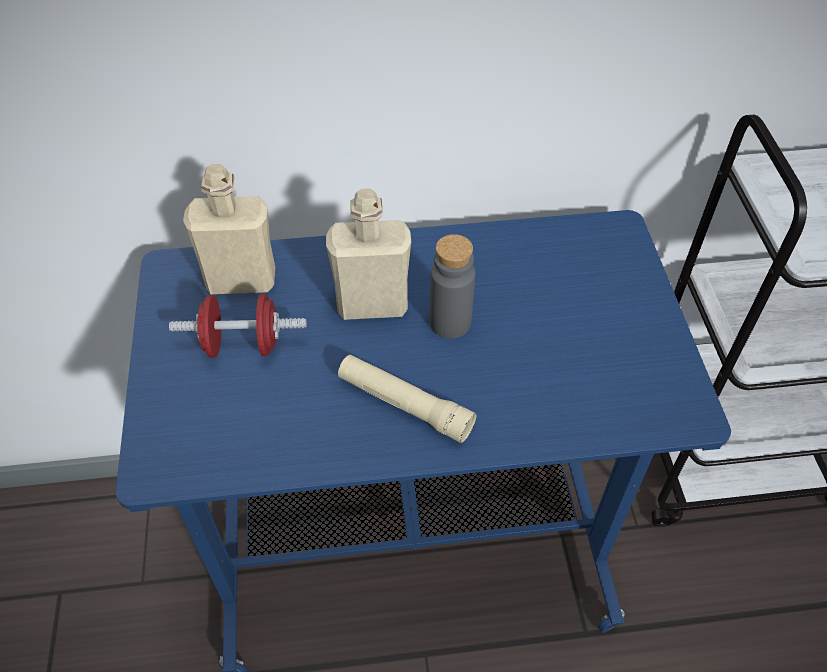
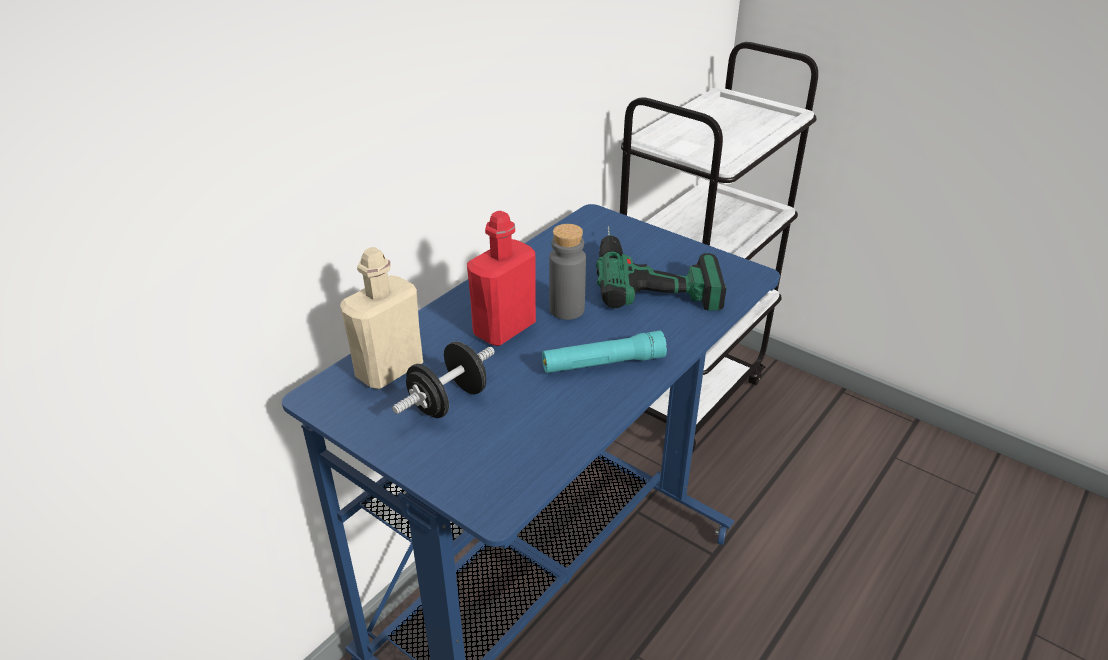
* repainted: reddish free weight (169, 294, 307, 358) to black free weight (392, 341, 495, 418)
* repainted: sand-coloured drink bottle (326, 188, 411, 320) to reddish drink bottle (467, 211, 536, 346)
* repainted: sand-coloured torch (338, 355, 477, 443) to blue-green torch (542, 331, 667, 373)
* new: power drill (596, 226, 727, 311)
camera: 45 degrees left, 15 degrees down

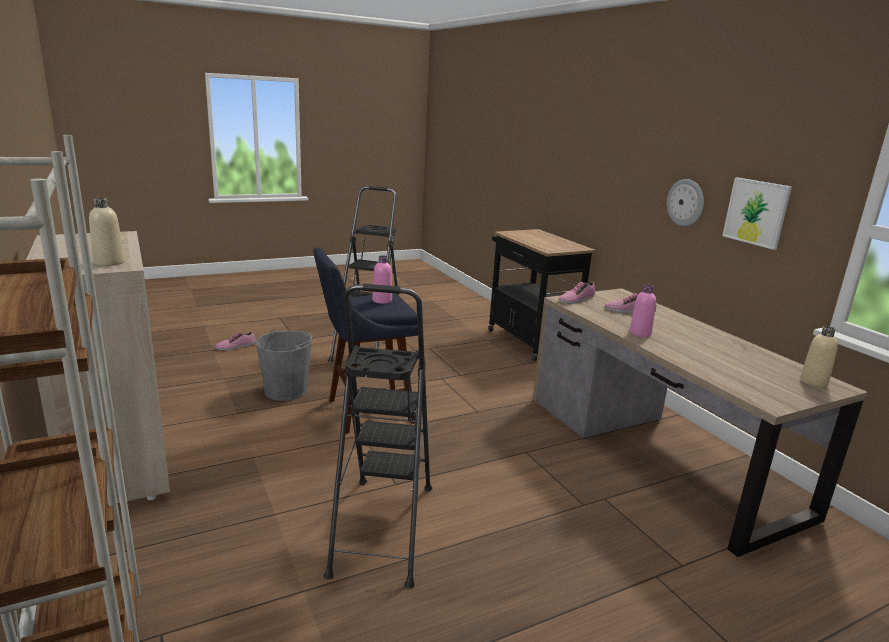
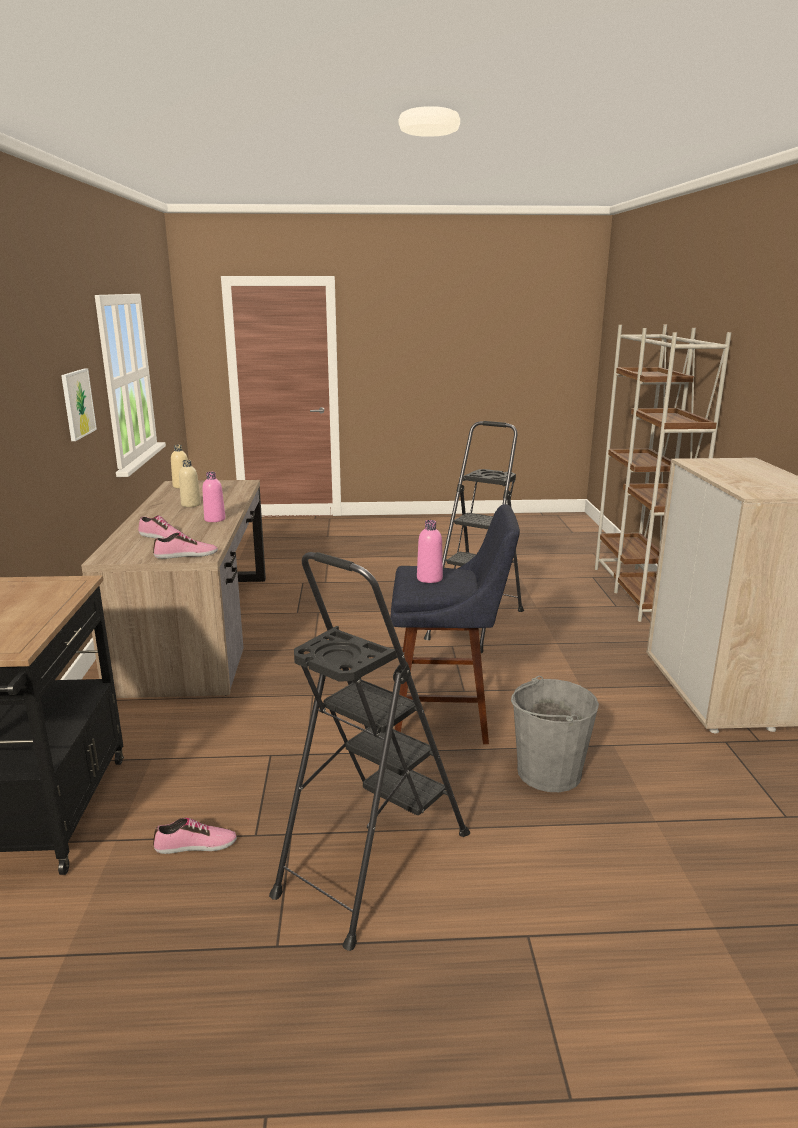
* shifted: sand-coloured drink bottle (89, 197, 125, 266) to (179, 460, 201, 507)
* shifted: low shoe (215, 332, 256, 350) to (153, 818, 237, 854)
* gone: wall clock (667, 179, 704, 226)
camera: 155 degrees left, 0 degrees up

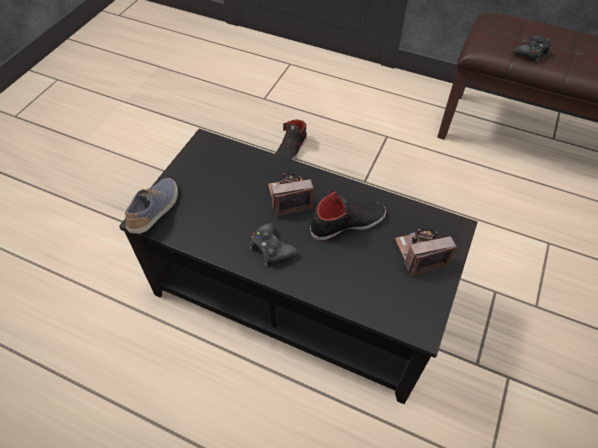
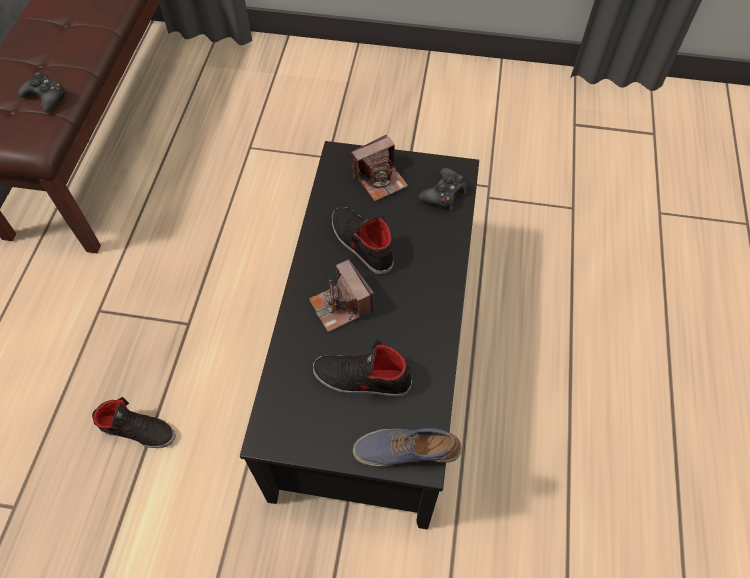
* shifted: black joypad (249, 223, 297, 266) to (418, 168, 467, 210)
* rotated: photo camera (395, 229, 457, 276) = (351, 135, 408, 201) 90 degrees counterclockwise
* new: black low shoe (313, 340, 412, 397)
camera: 105 degrees left, 5 degrees up

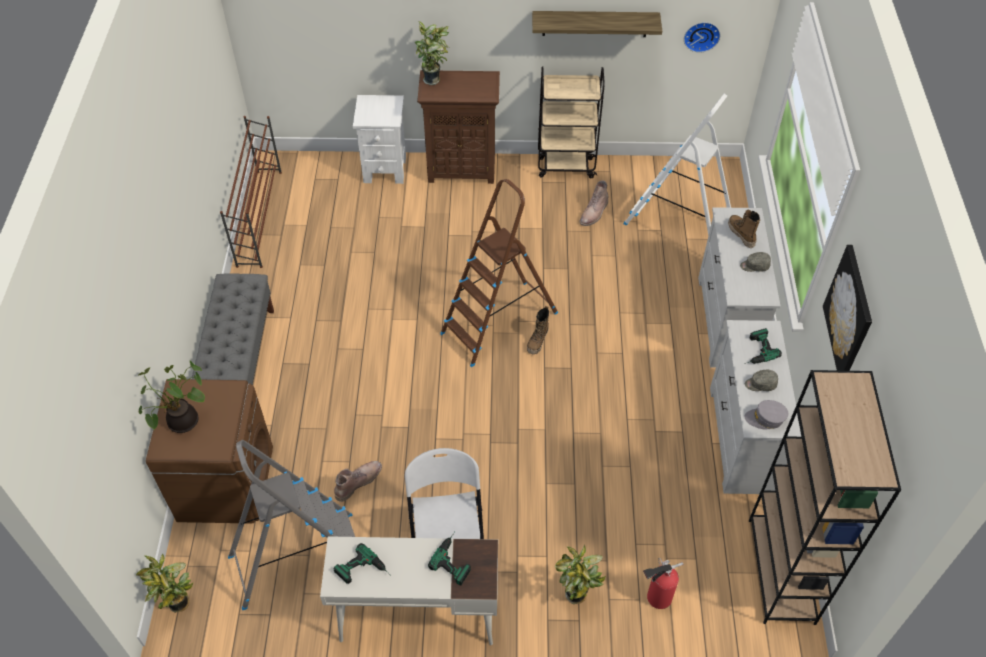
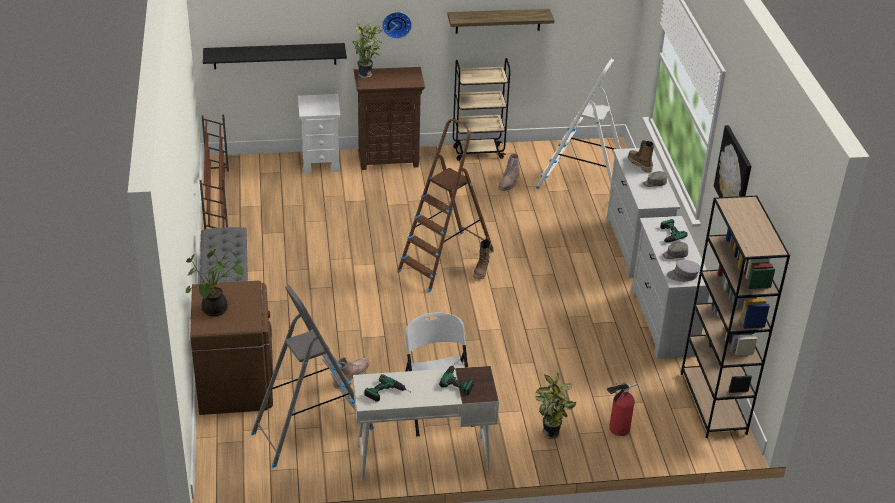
* gone: houseplant (136, 553, 193, 613)
* shifted: wall clock (684, 22, 720, 53) to (382, 12, 412, 39)
* new: black wall shelf (203, 43, 347, 69)
camera: 10 degrees left, 15 degrees down

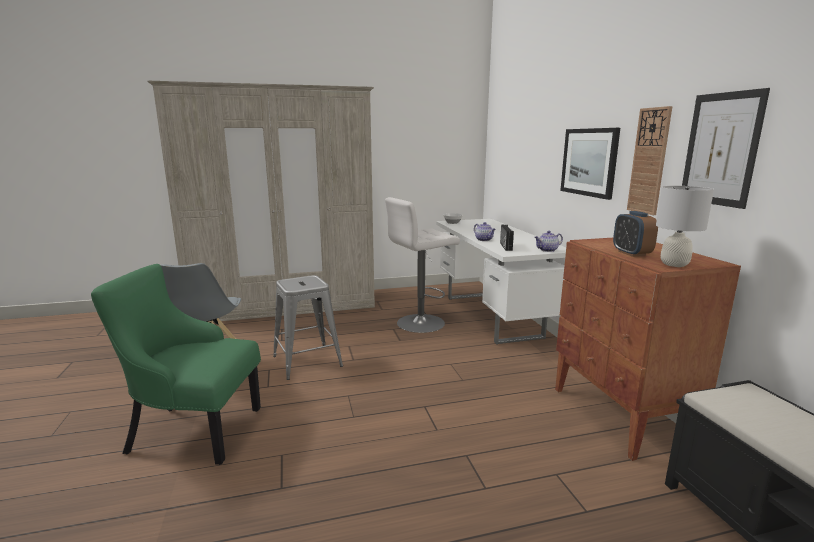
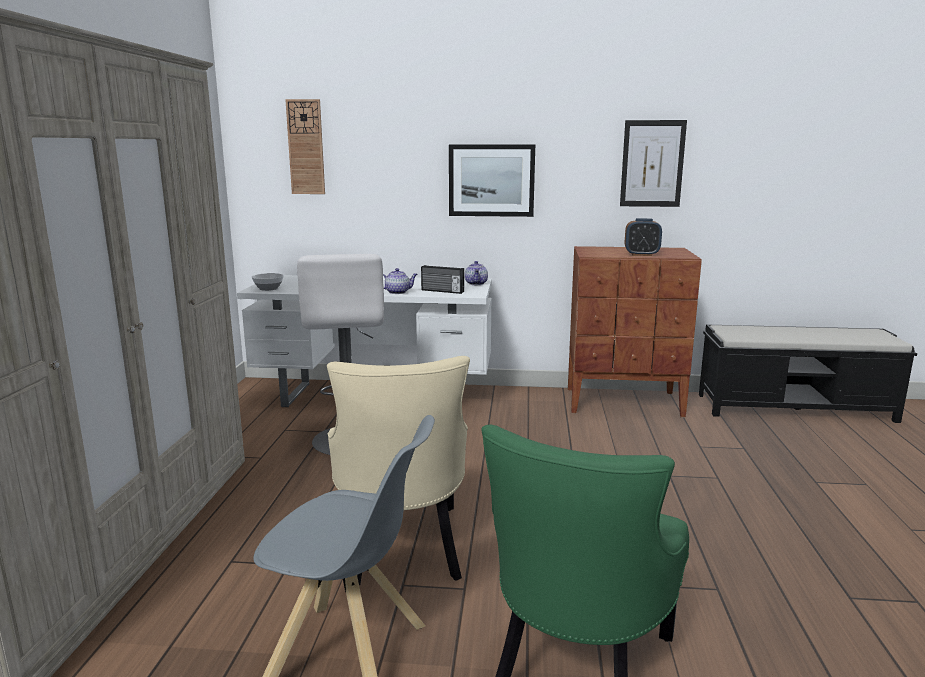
* swapped: gray stool seat (273, 275, 343, 380) to sand-coloured plain chair (327, 356, 470, 586)
* shifted: wall clock (627, 106, 672, 215) to (285, 99, 325, 194)
* gone: gray table lamp (656, 186, 714, 267)
camera: 70 degrees left, 0 degrees up

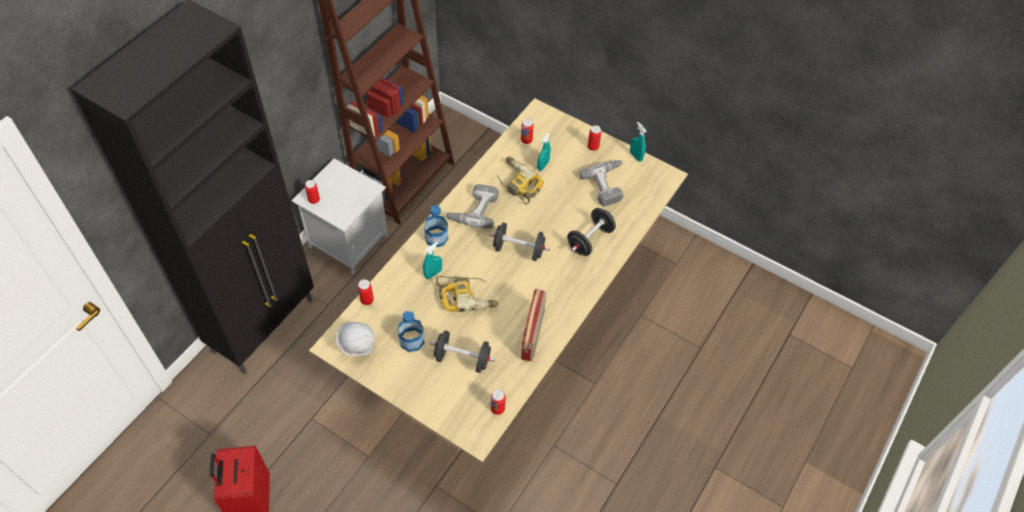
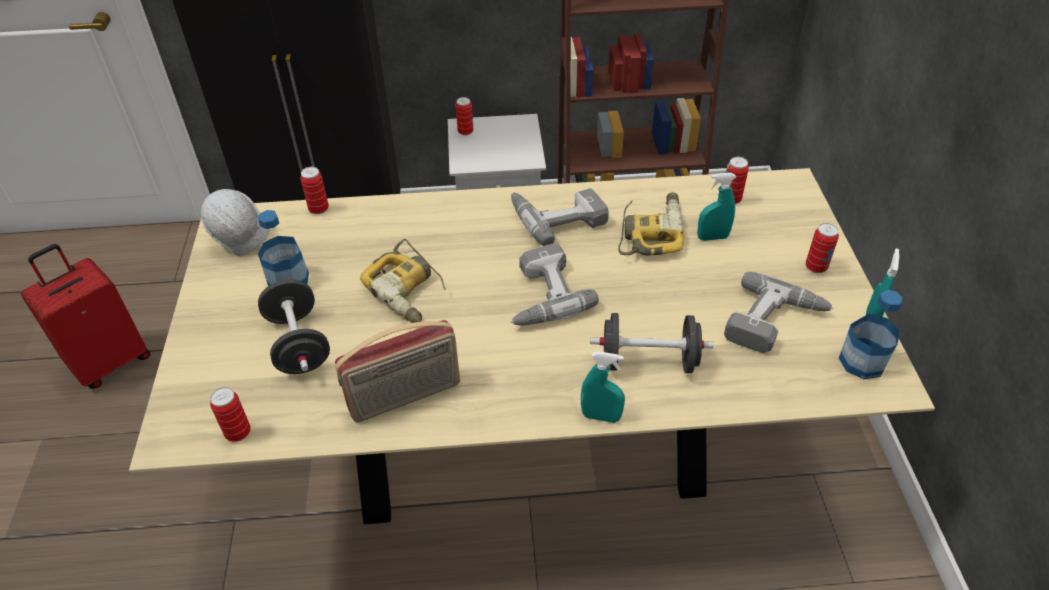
* shifted: blue-green sprayer (423, 242, 442, 279) to (581, 351, 625, 423)
* shifted: drink bottle (425, 205, 448, 247) to (839, 290, 903, 379)
* swapped: black free weight (489, 223, 550, 261) to power drill (511, 243, 599, 325)
camera: 55 degrees right, 10 degrees down

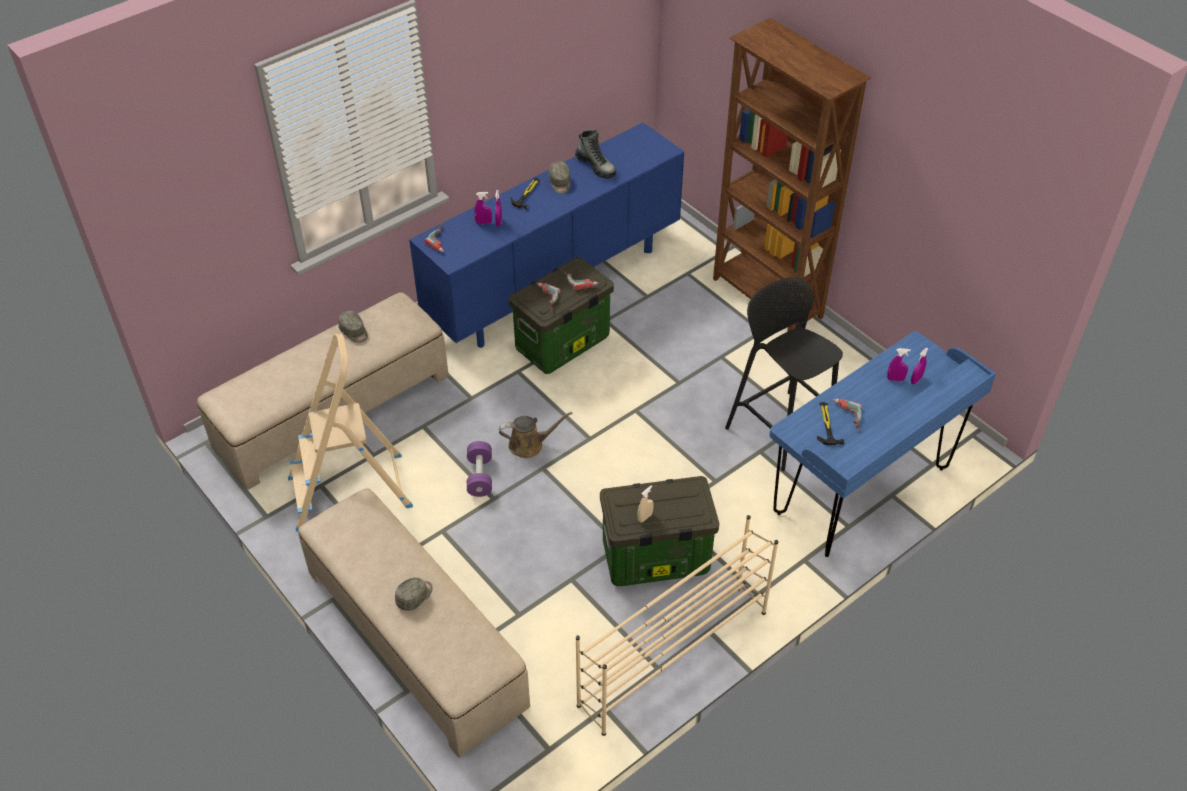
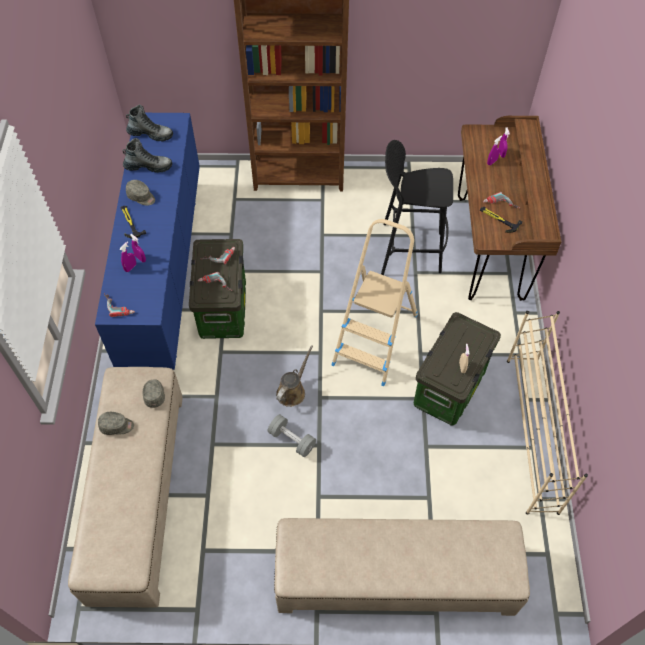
* shifted: sand-coloured step ladder (288, 334, 413, 532) to (332, 219, 418, 386)
* shifted: gray baseball cap (395, 578, 433, 611) to (143, 379, 165, 408)
* repainted: purplish free weight (467, 441, 492, 497) to gray free weight (268, 414, 316, 457)
* repainted: bluish desk (769, 331, 996, 557) to brown-coloured desk (458, 116, 562, 301)
* new: tall boot (126, 105, 173, 141)
camera: 50 degrees left, 10 degrees up

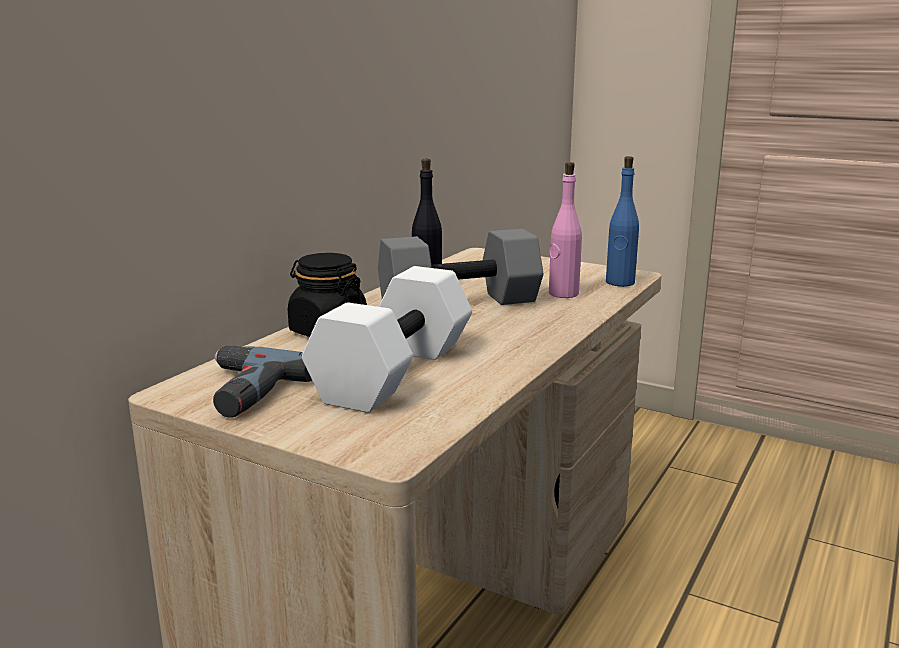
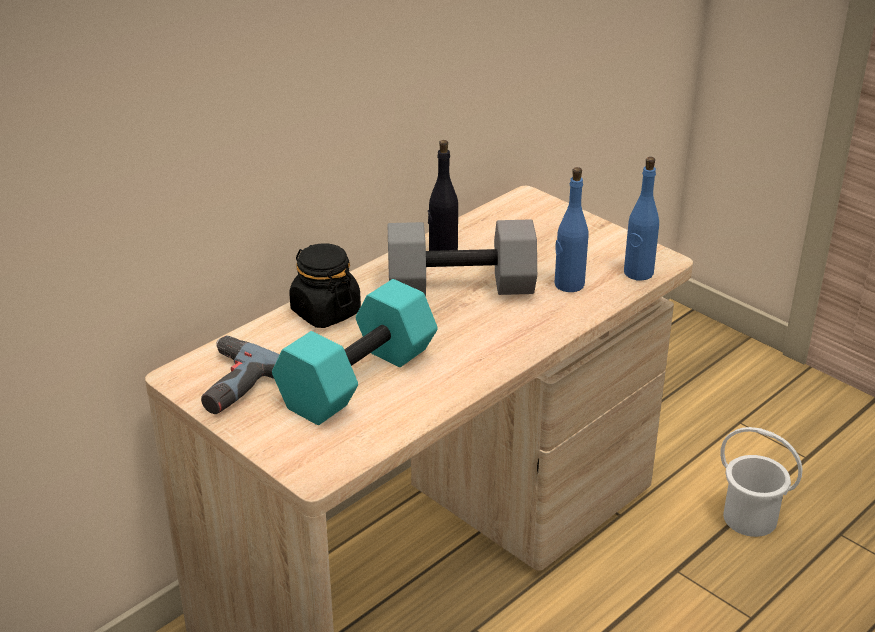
* repainted: whitish free weight (302, 266, 472, 413) to blue-green free weight (272, 279, 438, 425)
* repainted: pink drink bottle (549, 162, 582, 298) to bluish drink bottle (555, 167, 589, 292)
* new: whitish bucket (720, 427, 803, 537)
camera: 15 degrees right, 15 degrees up

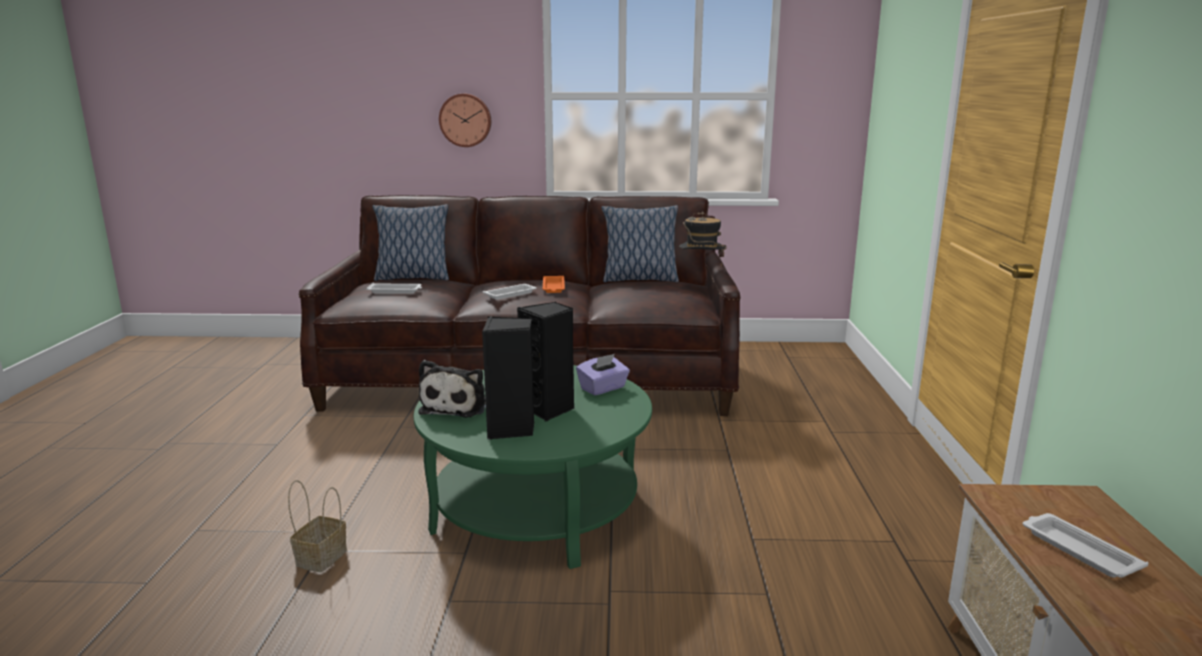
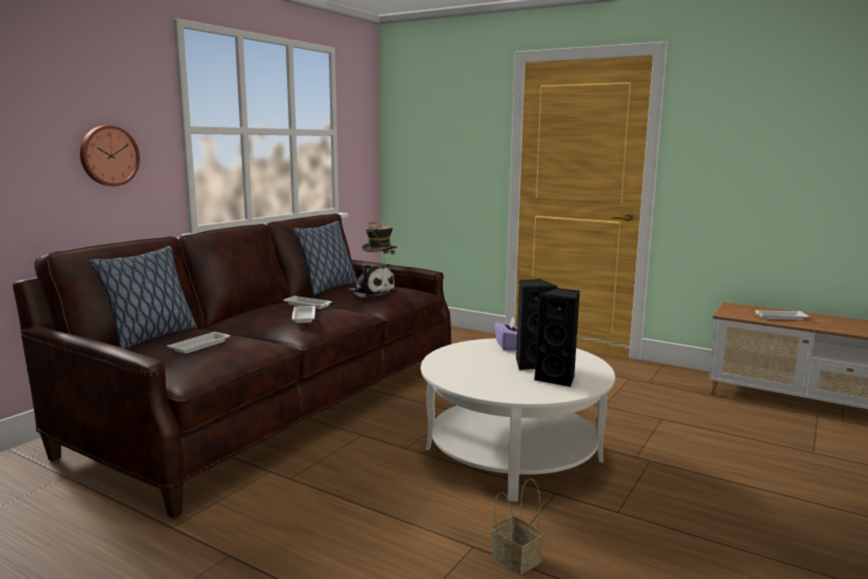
* repainted: greenish lounge table (413, 365, 652, 569) to whitish lounge table (421, 338, 615, 502)
* shifted: plush toy (418, 360, 486, 418) to (349, 264, 396, 298)
* repainted: orange-coloured serving tray (543, 276, 565, 293) to whitish serving tray (283, 296, 332, 309)
camera: 60 degrees left, 5 degrees down

